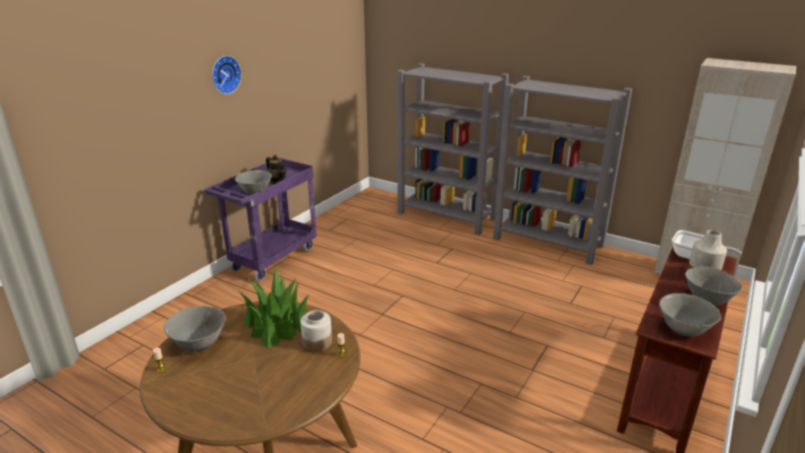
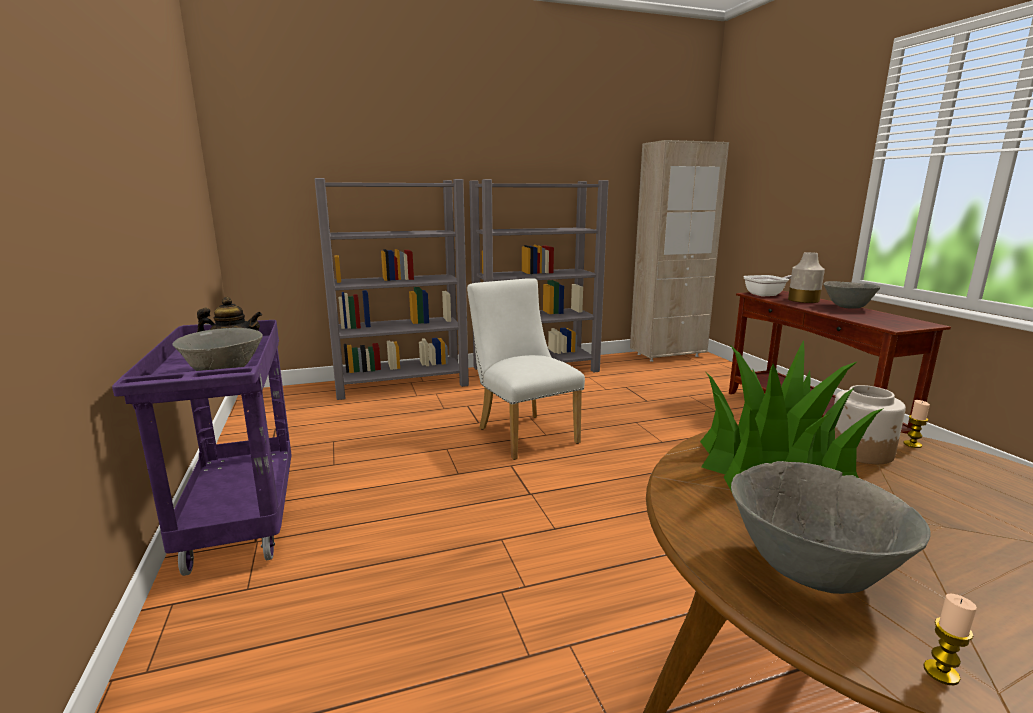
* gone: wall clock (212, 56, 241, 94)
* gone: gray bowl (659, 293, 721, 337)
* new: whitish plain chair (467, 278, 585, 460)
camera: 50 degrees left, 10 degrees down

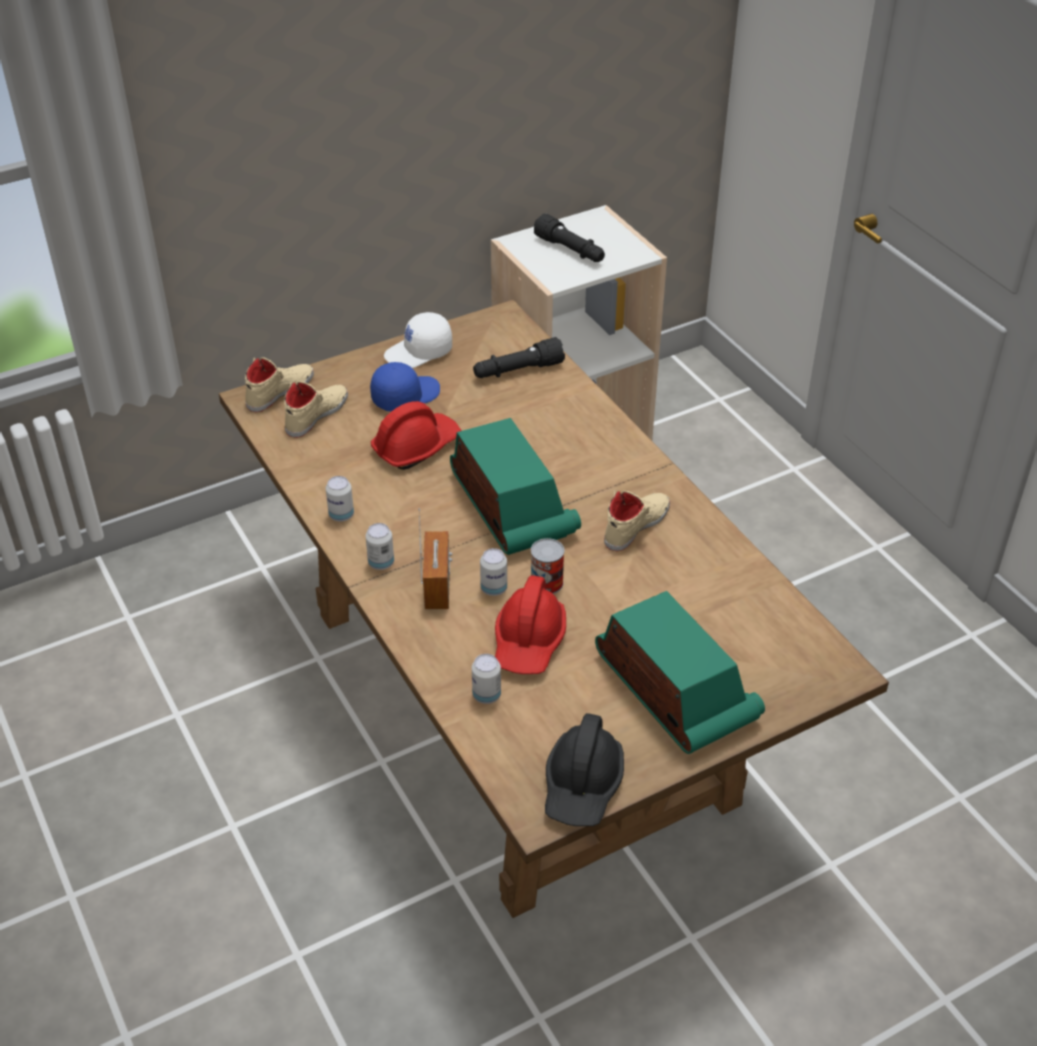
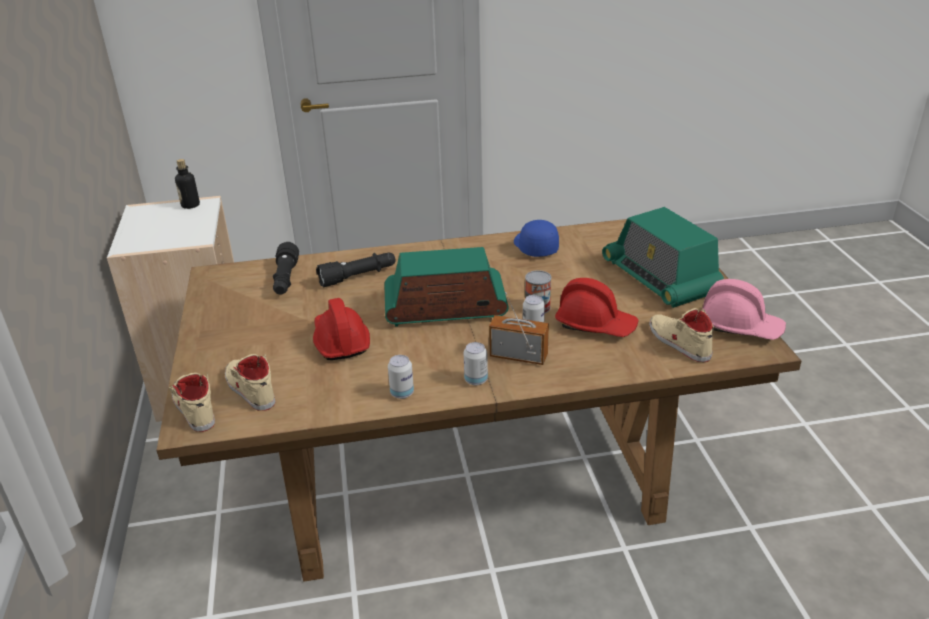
* shifted: bluish baseball cap (370, 362, 440, 411) to (514, 220, 559, 257)
* gone: whitish baseball cap (384, 312, 452, 368)
* gone: can (472, 654, 501, 704)
* shifted: black torch (534, 213, 605, 262) to (316, 252, 396, 287)
* repainted: black work helmet (545, 713, 624, 826) to pink work helmet (702, 279, 786, 340)
* rotated: radio (595, 591, 765, 754) = (602, 207, 724, 308) 105 degrees counterclockwise
* shifted: sand-coloured low shoe (604, 490, 670, 551) to (649, 308, 714, 362)
* new: drink bottle (175, 159, 200, 209)
camera: 70 degrees left, 10 degrees down

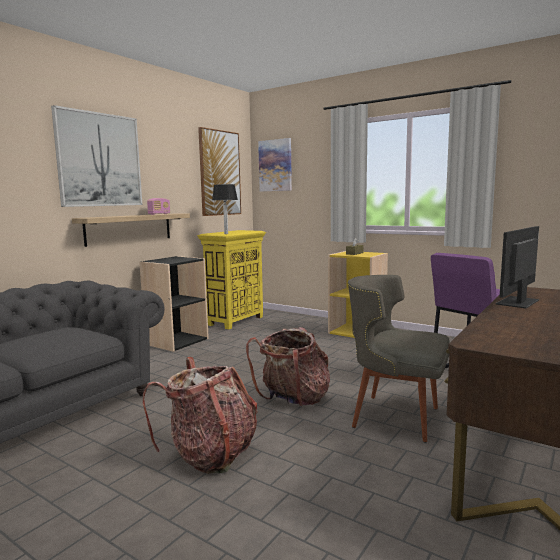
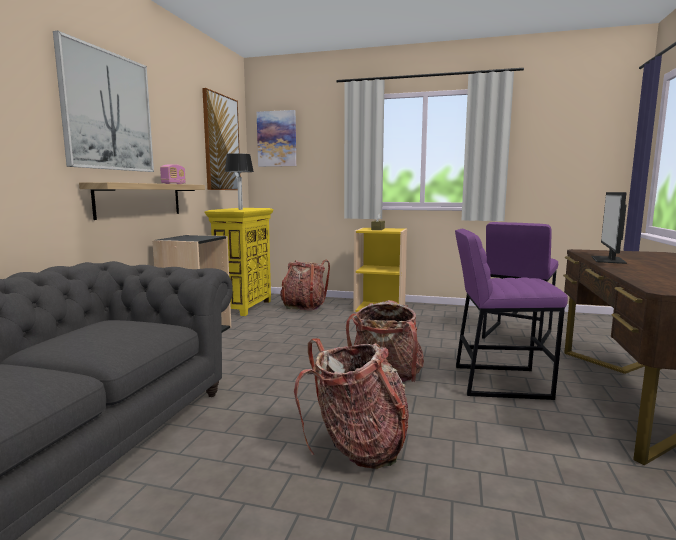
* swapped: gray plain chair (348, 275, 450, 443) to purplish stool seat (455, 229, 568, 400)
* new: backpack (280, 260, 330, 311)
camera: 20 degrees left, 0 degrees up

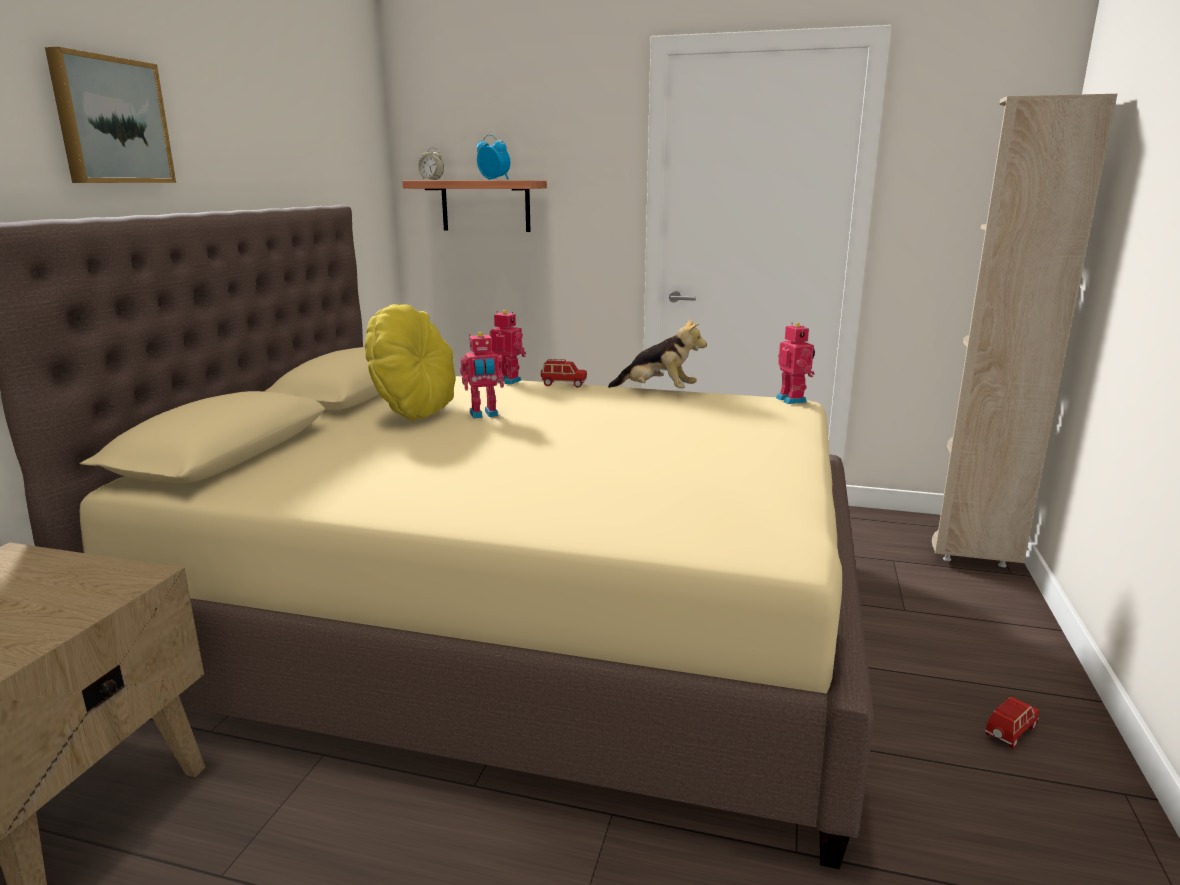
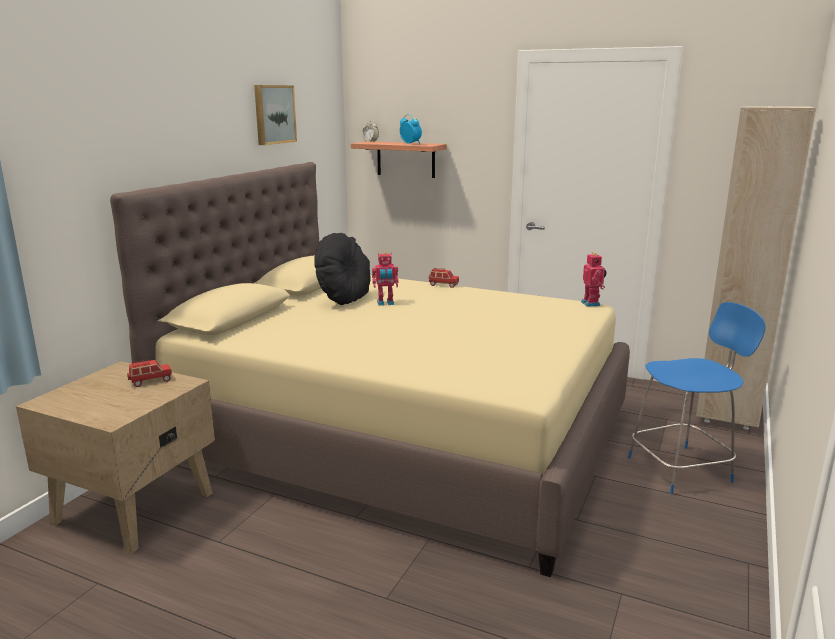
* shifted: wall art (45, 47, 176, 183) to (254, 85, 297, 145)
* repainted: yellow-coloured throw pillow (365, 304, 455, 421) to black throw pillow (314, 233, 371, 305)
* gone: robot figure (490, 310, 526, 385)
* gone: plush toy (608, 318, 707, 388)
* shifted: reddish miniature car (985, 697, 1039, 749) to (127, 360, 172, 387)
* new: bluish plain chair (628, 302, 766, 495)
camera: 10 degrees right, 0 degrees up

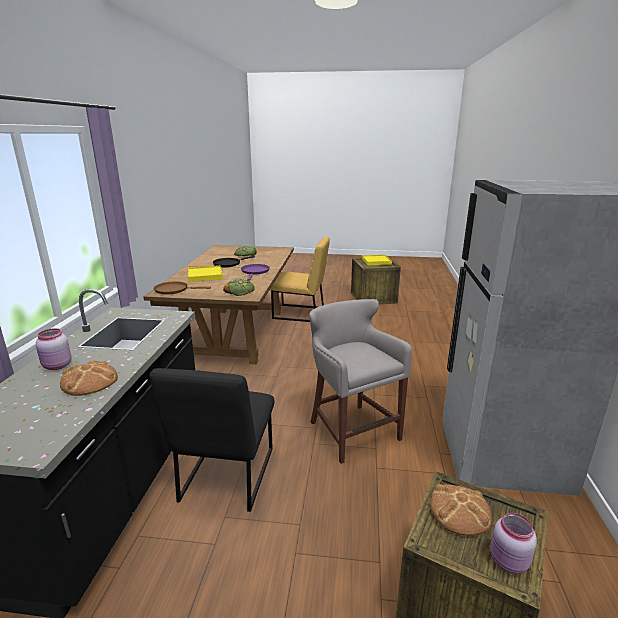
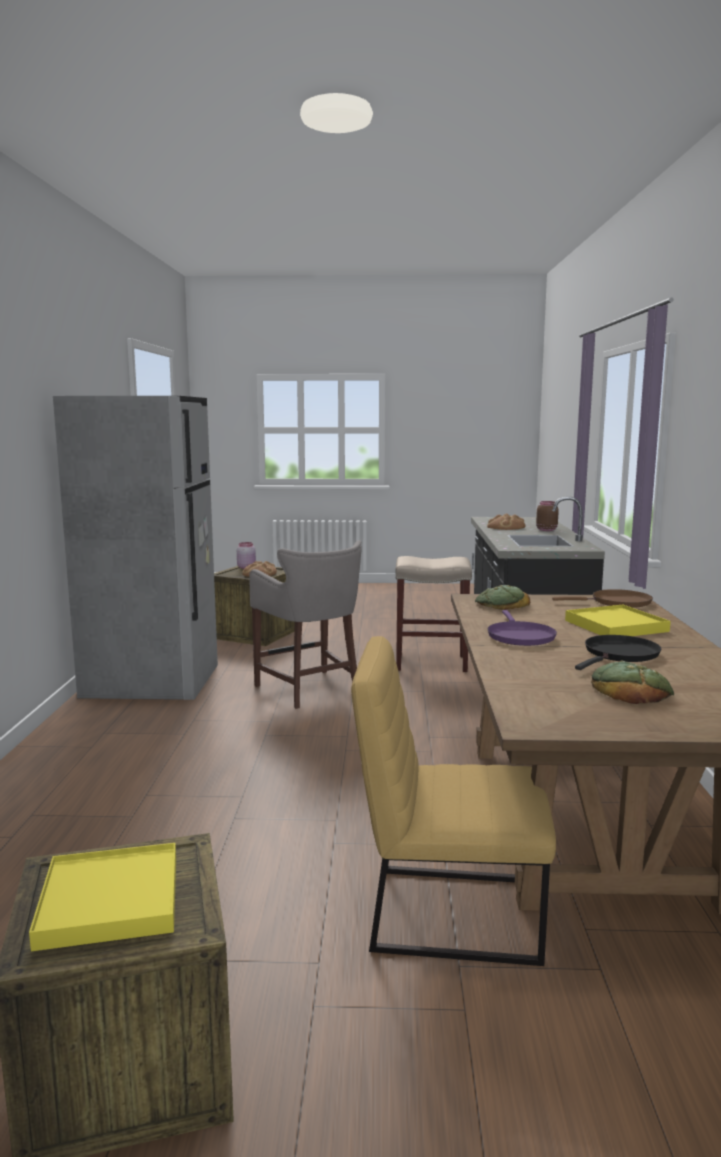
* repainted: pink jar (36, 328, 72, 370) to brown-coloured jar (536, 501, 559, 531)
* swapped: black plain chair (149, 368, 274, 512) to sand-coloured stool seat (396, 556, 472, 672)
camera: 175 degrees right, 10 degrees down

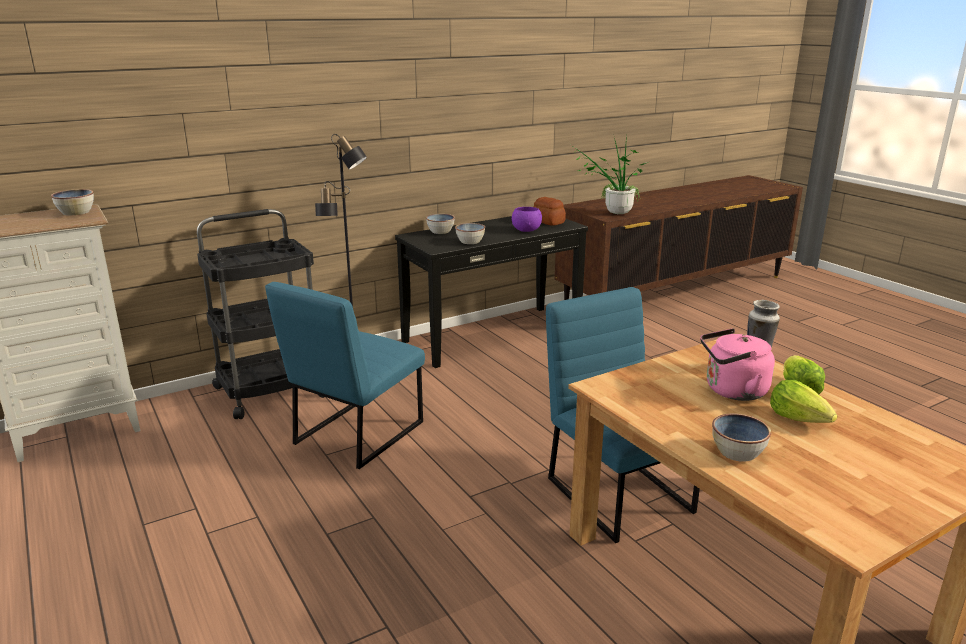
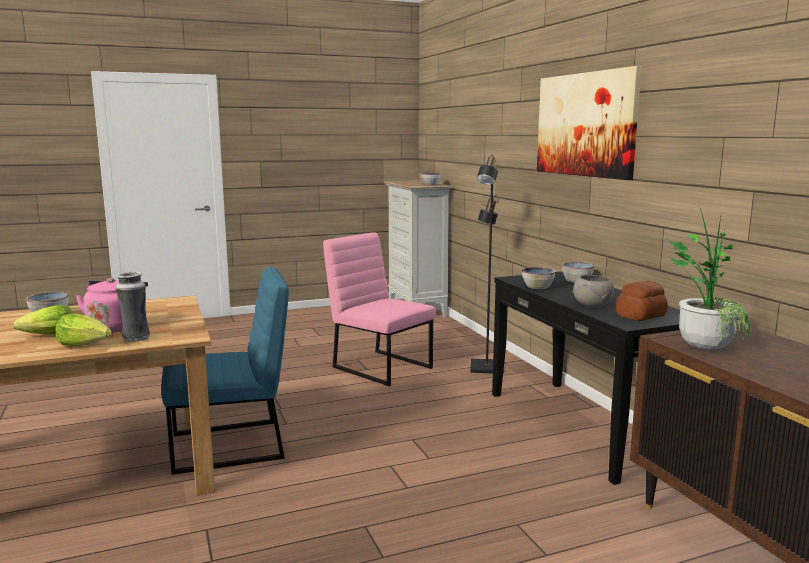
* gone: black wheeled cart (197, 209, 324, 419)
* repainted: bluish plain chair (265, 282, 425, 469) to pink plain chair (323, 233, 436, 386)
* repainted: purplish bowl (512, 207, 542, 232) to gray bowl (573, 275, 614, 307)
* new: wall art (537, 66, 642, 180)
camera: 100 degrees right, 10 degrees down

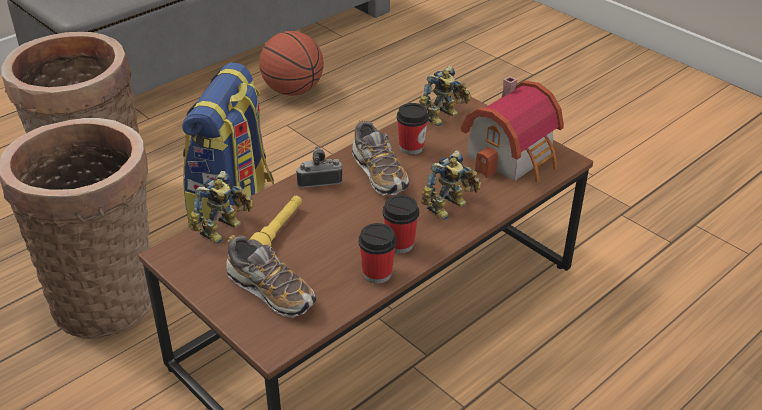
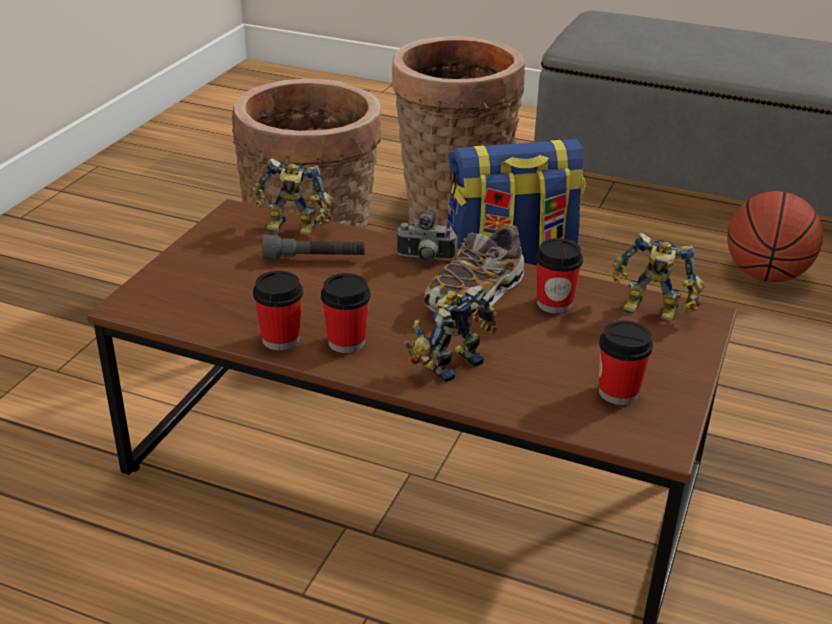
* gone: low shoe (226, 235, 316, 318)
* repainted: yellow-coloured torch (249, 196, 302, 247) to gray torch (262, 235, 365, 260)
* rotated: photo camera (296, 146, 342, 188) = (396, 209, 456, 262) 135 degrees clockwise
* rotated: robot figure (421, 150, 481, 220) = (404, 286, 497, 382) 120 degrees clockwise
* swapped: toy house (461, 76, 564, 183) to drinking cup (599, 320, 653, 405)
camera: 65 degrees right, 5 degrees down

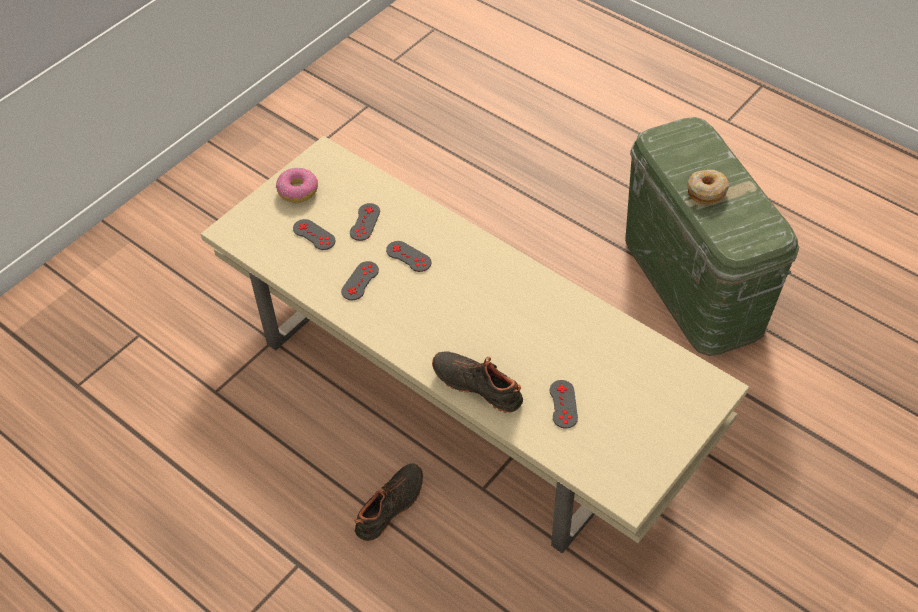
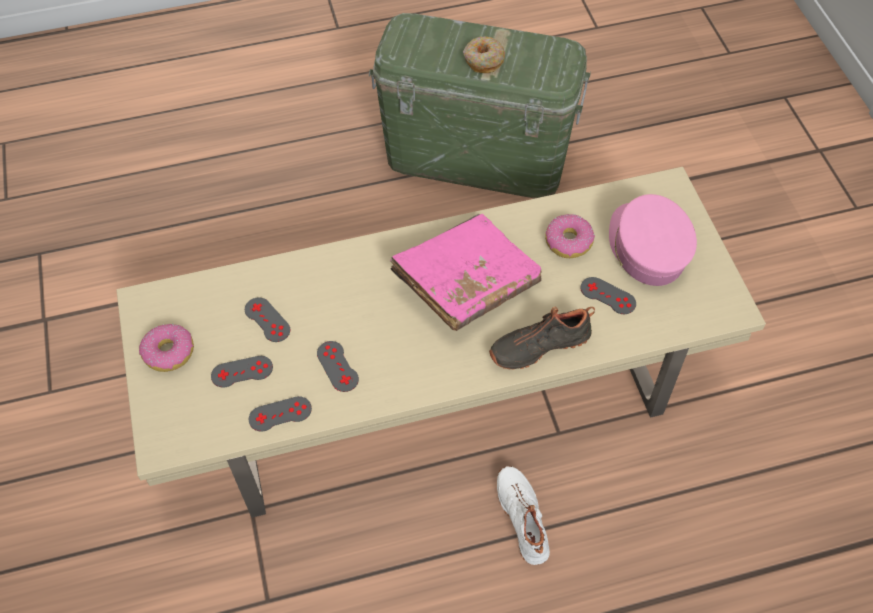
* repainted: black low shoe (354, 463, 423, 541) to whitish low shoe (497, 466, 550, 565)
* shifted: gray joypad (386, 241, 431, 272) to (249, 396, 312, 432)
* new: pink book (390, 214, 542, 331)
* new: doughnut (545, 214, 595, 258)
* new: pink baseball cap (609, 194, 697, 286)
camera: 55 degrees left, 5 degrees up

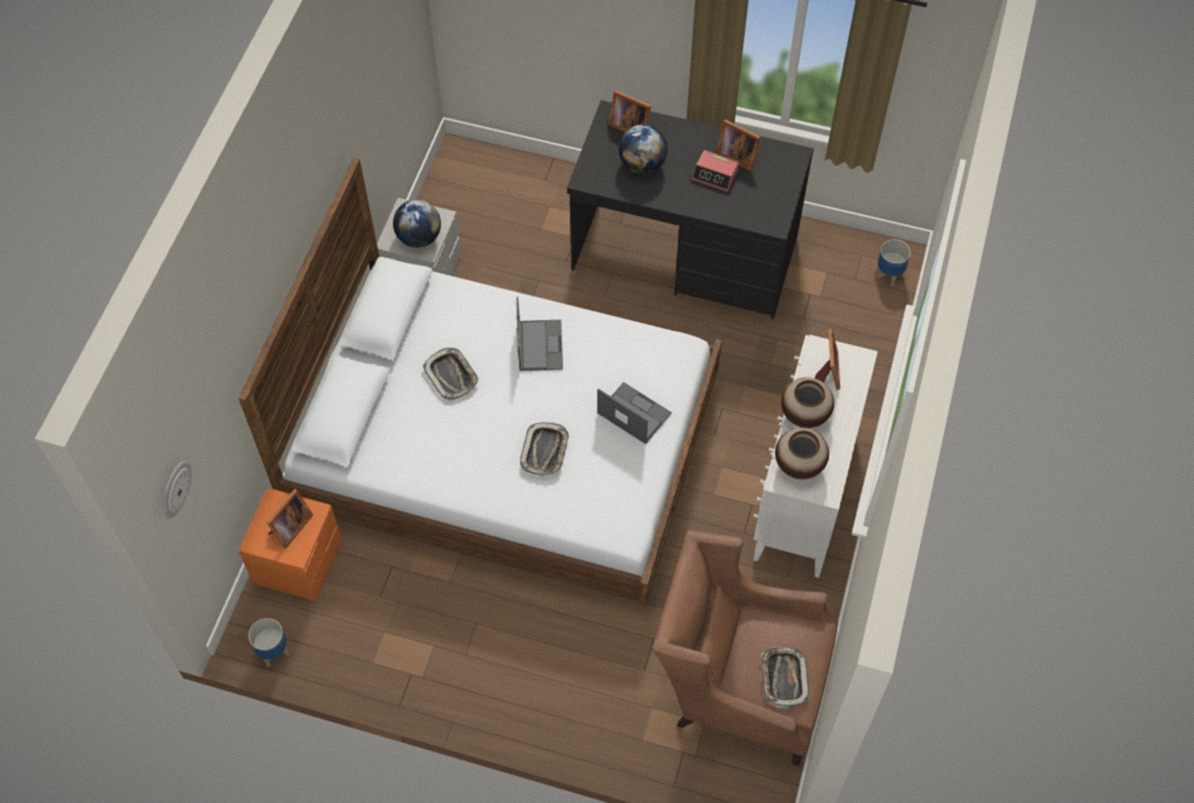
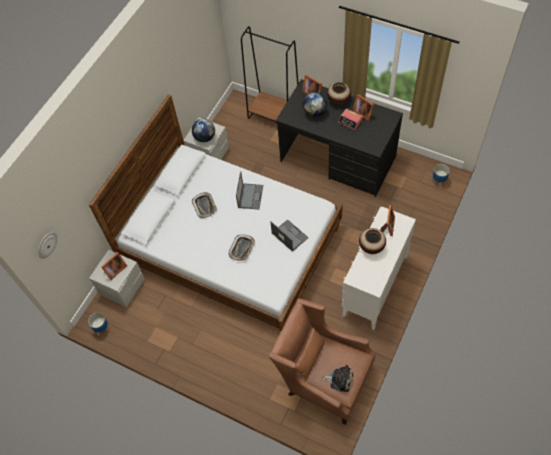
* repainted: orange-coloured bedside table (238, 488, 342, 601) to whitish bedside table (89, 250, 145, 307)
* swapped: serving tray (761, 646, 810, 709) to plush toy (323, 365, 353, 392)
* shifted: flower vase (775, 427, 829, 479) to (327, 82, 351, 105)
* new: clothes rack (241, 26, 298, 122)
camera: 15 degrees right, 0 degrees up

